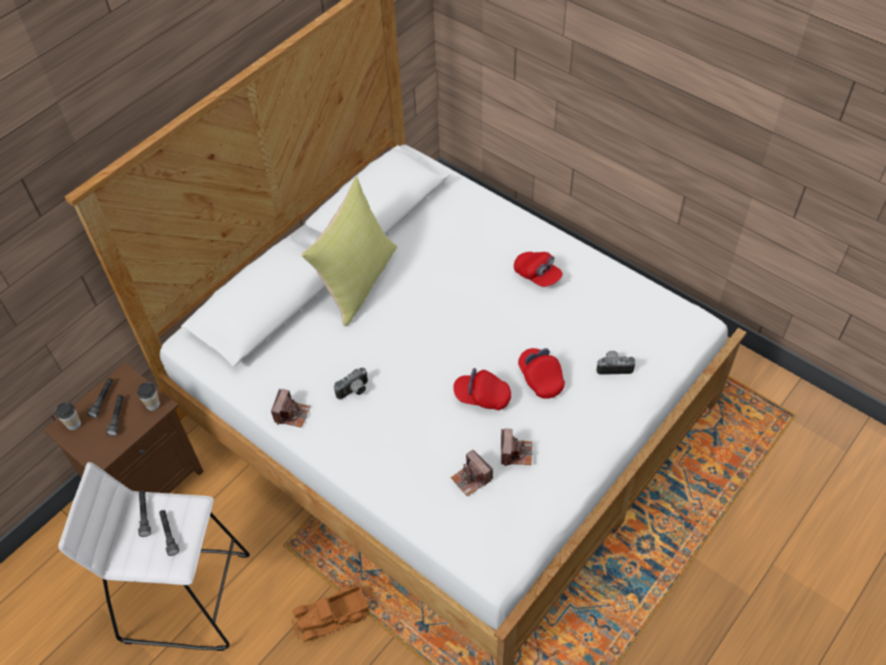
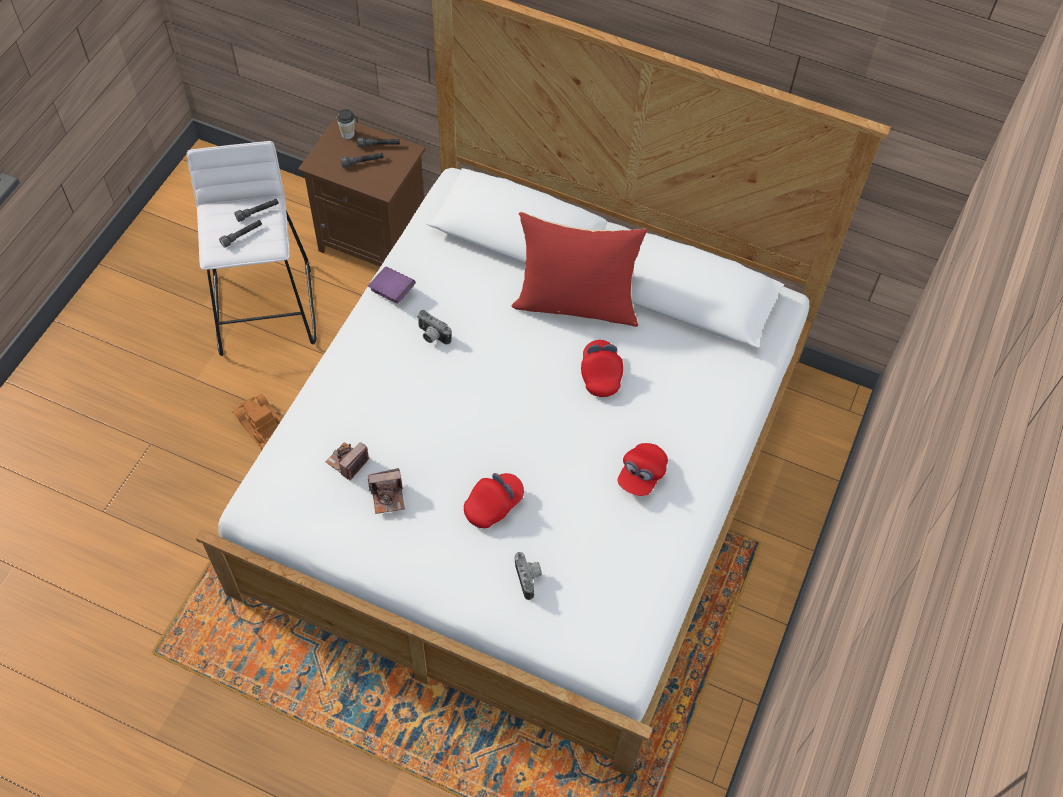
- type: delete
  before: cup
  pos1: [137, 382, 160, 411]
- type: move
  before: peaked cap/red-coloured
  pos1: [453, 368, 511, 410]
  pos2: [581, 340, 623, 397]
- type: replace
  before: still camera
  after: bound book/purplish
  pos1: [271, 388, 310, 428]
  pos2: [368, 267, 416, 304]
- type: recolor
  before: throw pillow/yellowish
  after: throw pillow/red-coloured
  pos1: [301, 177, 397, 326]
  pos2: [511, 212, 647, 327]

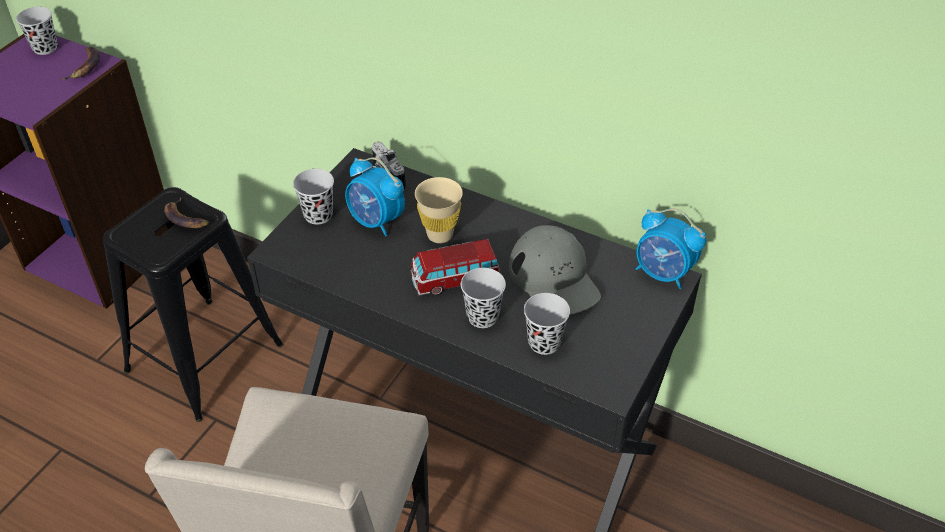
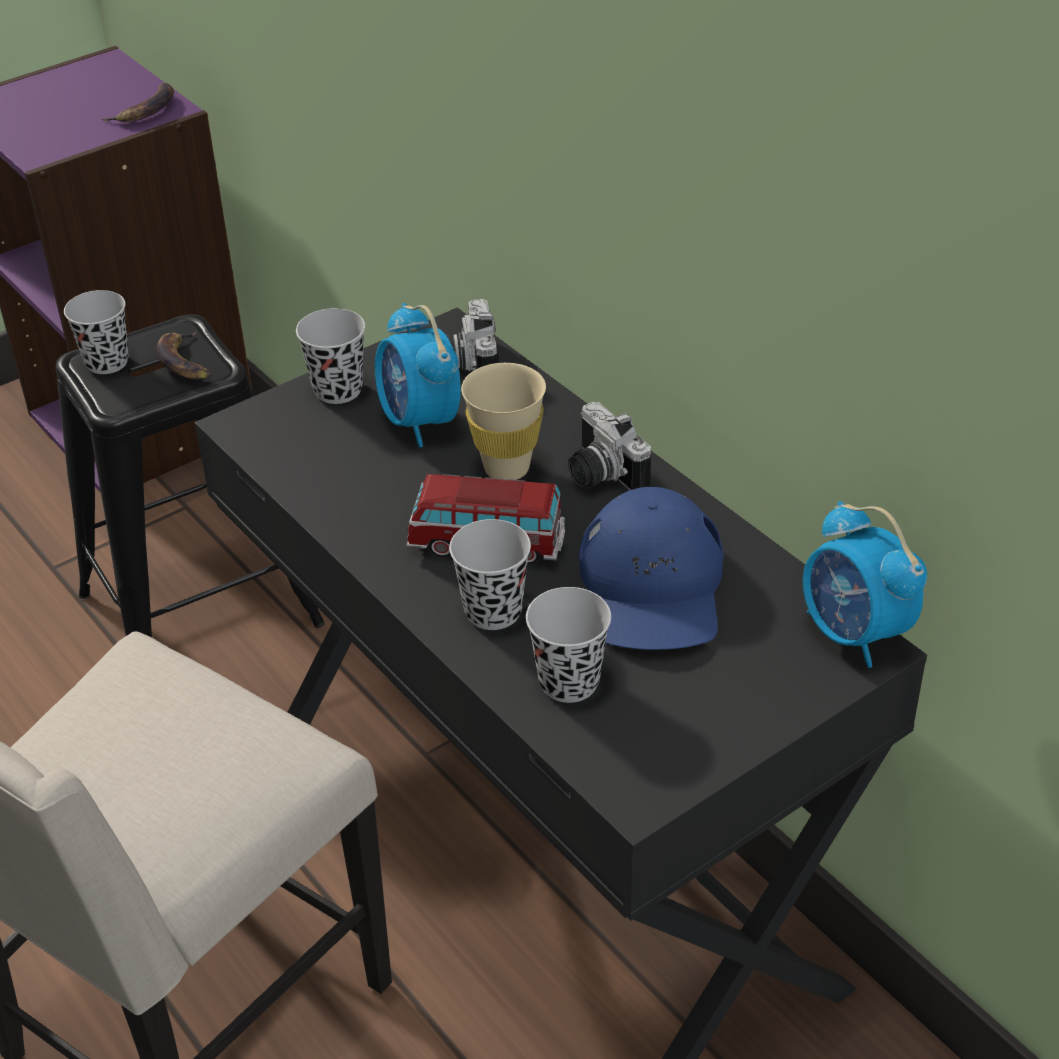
- type: insert
  after: still camera
  pos2: [568, 402, 651, 490]
- type: move
  before: cup/black-coloured
  pos1: [16, 7, 57, 55]
  pos2: [64, 290, 128, 374]
- type: recolor
  before: peaked cap/gray
  after: peaked cap/blue
  pos1: [509, 225, 601, 315]
  pos2: [579, 487, 724, 650]

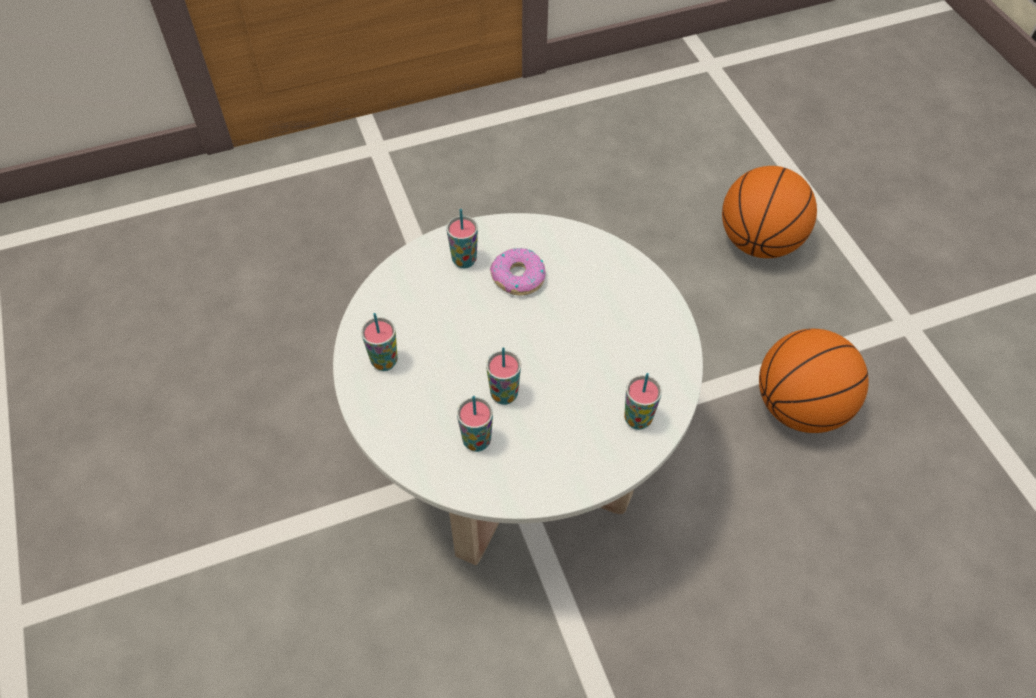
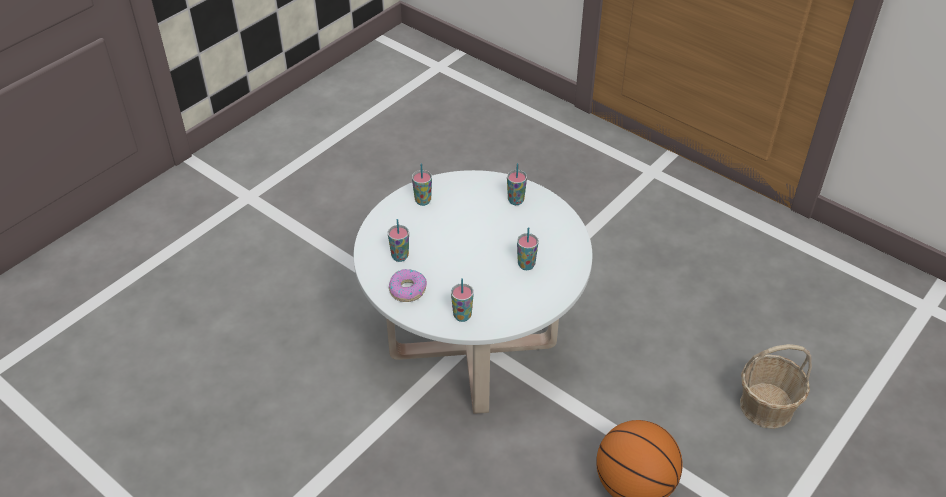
- type: move
  before: cup
  pos1: [486, 347, 521, 405]
  pos2: [517, 227, 539, 270]
- type: move
  before: doughnut
  pos1: [490, 248, 546, 296]
  pos2: [389, 269, 427, 302]
- type: replace
  before: basketball ball
  after: household basket
  pos1: [722, 166, 817, 258]
  pos2: [740, 344, 812, 429]

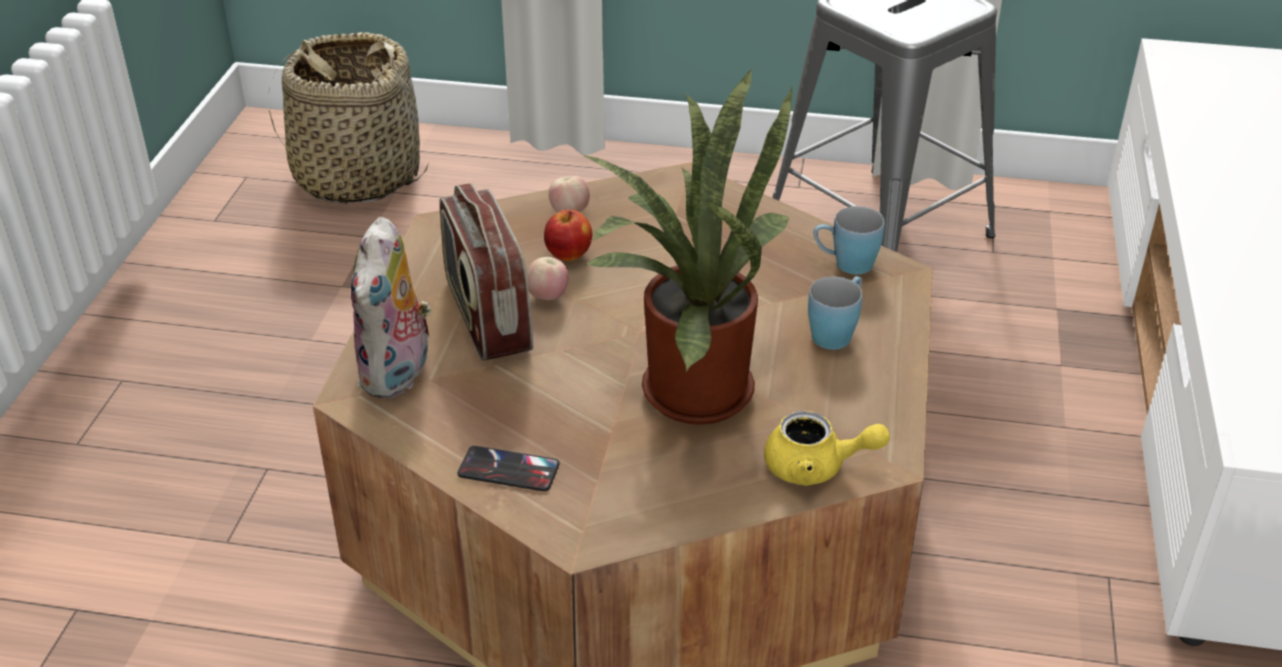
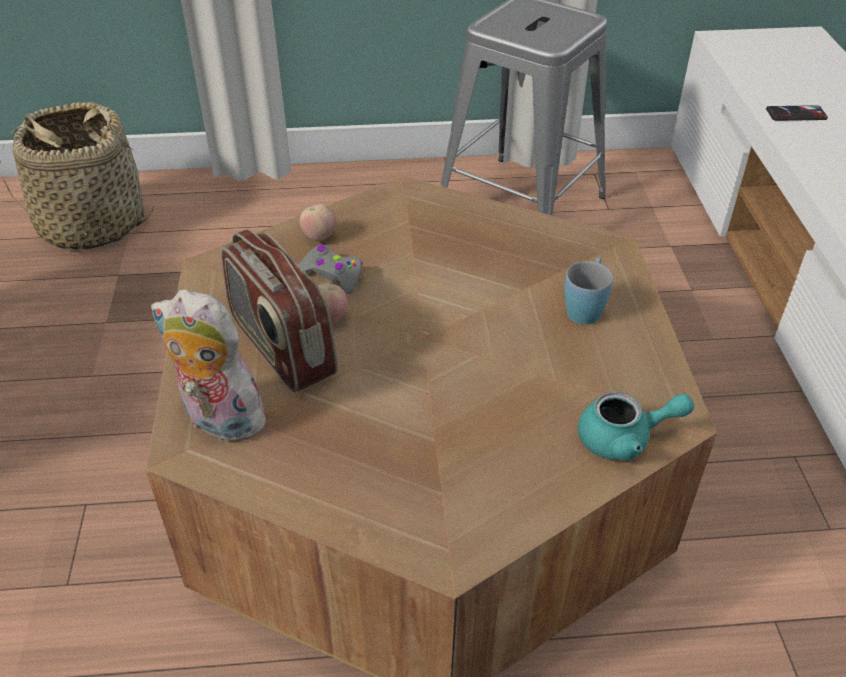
- type: delete
  before: houseplant
  pos1: [582, 67, 792, 425]
- type: delete
  before: tea mug/blue
  pos1: [813, 206, 885, 275]
- type: move
  before: handset
  pos1: [458, 446, 560, 491]
  pos2: [766, 105, 828, 121]
- type: replace
  before: whole apple
  after: game controller/gray
  pos1: [544, 210, 592, 261]
  pos2: [299, 245, 363, 294]
- type: recolor
  before: teapot/yellowish
  after: teapot/turquoise
  pos1: [764, 411, 890, 486]
  pos2: [578, 391, 694, 461]
- type: rotate
  before: plush toy
  pos1: [351, 217, 432, 399]
  pos2: [151, 289, 272, 445]
  turn: 120

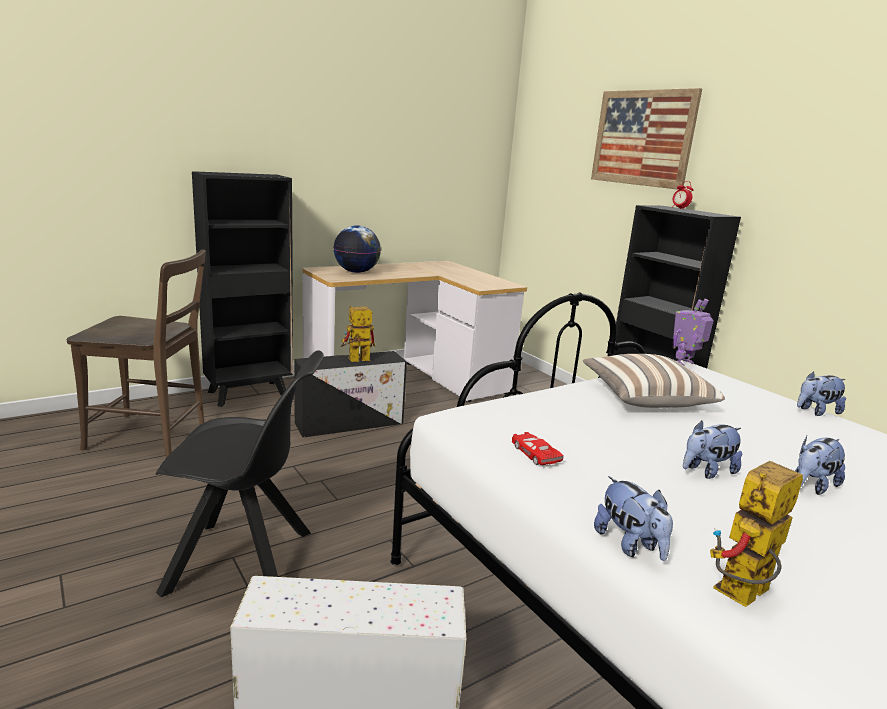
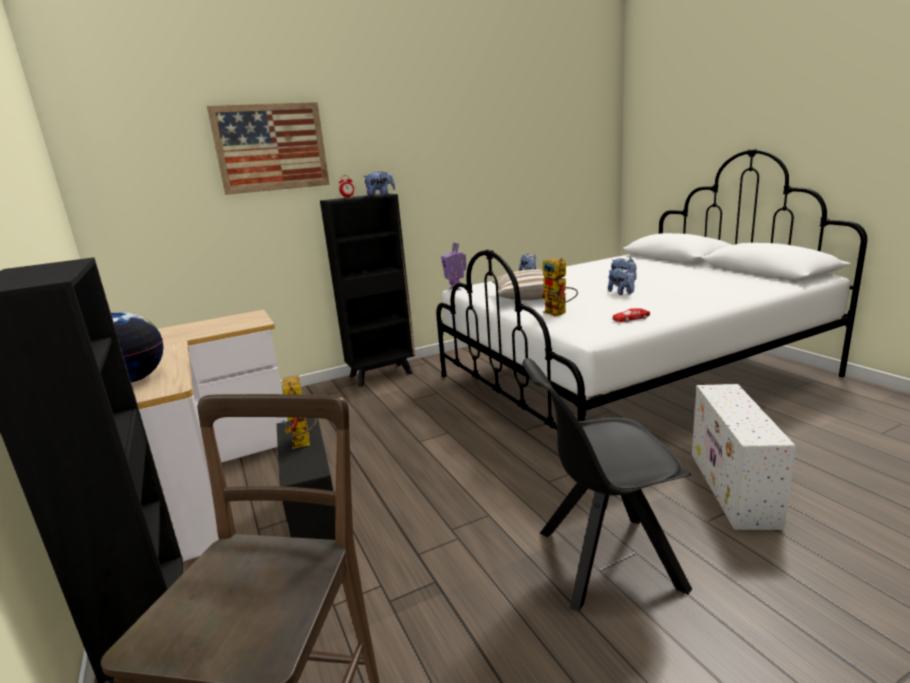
- type: move
  before: plush toy
  pos1: [594, 476, 673, 561]
  pos2: [363, 171, 395, 195]
- type: move
  before: model robot
  pos1: [710, 461, 803, 607]
  pos2: [541, 258, 578, 317]
- type: rotate
  before: upright chair/black-coloured
  pos1: [155, 351, 324, 597]
  pos2: [522, 358, 692, 612]
  turn: -105

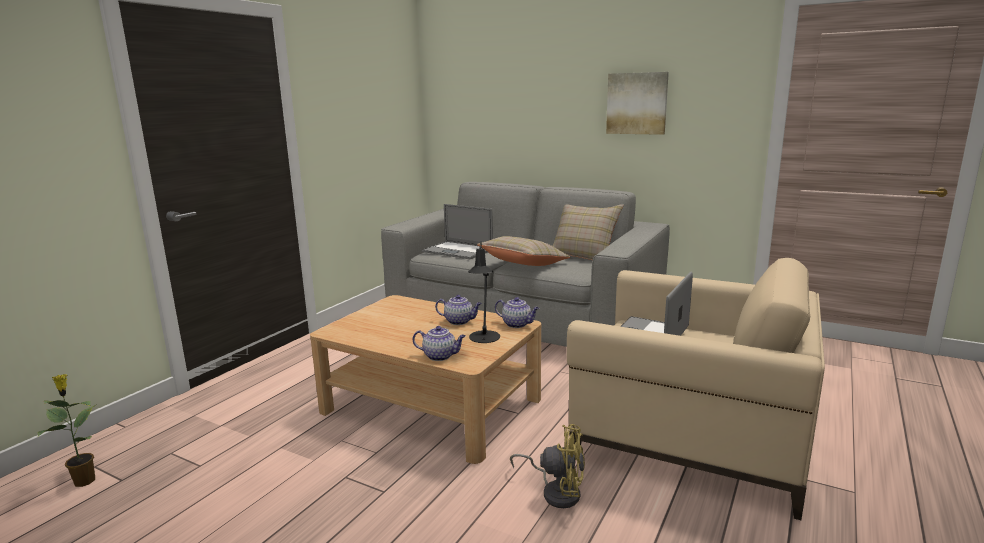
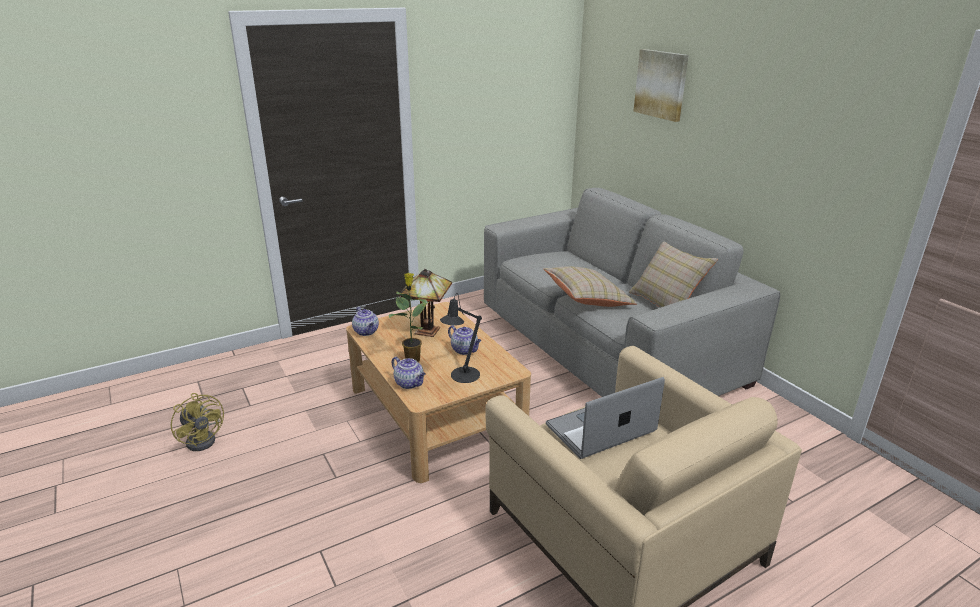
- type: delete
  before: portable computer
  pos1: [422, 204, 493, 259]
- type: insert
  after: tabletop lamp
  pos2: [399, 269, 452, 337]
- type: move
  before: houseplant
  pos1: [38, 374, 96, 487]
  pos2: [389, 273, 429, 362]
- type: move
  before: teapot
  pos1: [495, 297, 539, 328]
  pos2: [352, 307, 379, 336]
- type: move
  before: fan/yellowish
  pos1: [510, 424, 585, 508]
  pos2: [171, 393, 224, 451]
- type: move
  before: wall art
  pos1: [606, 72, 669, 135]
  pos2: [633, 49, 689, 122]

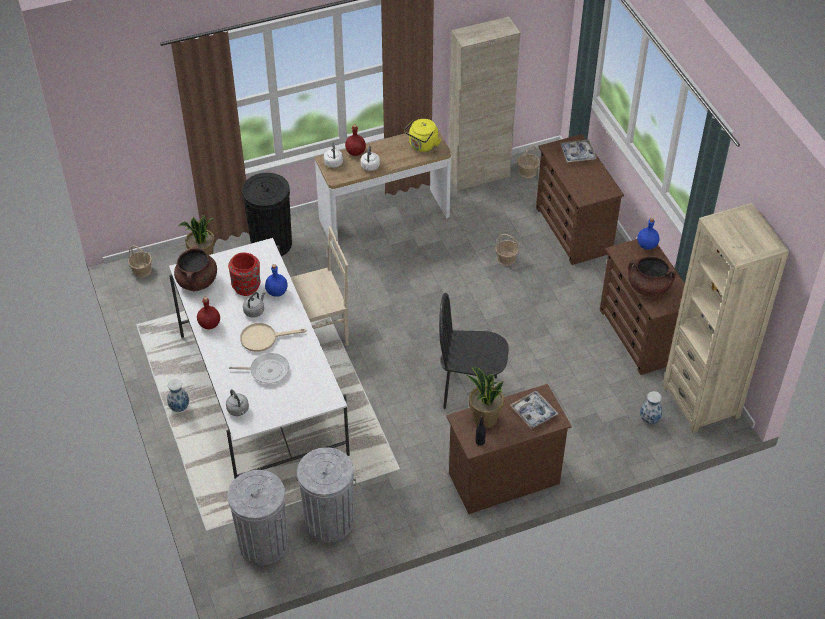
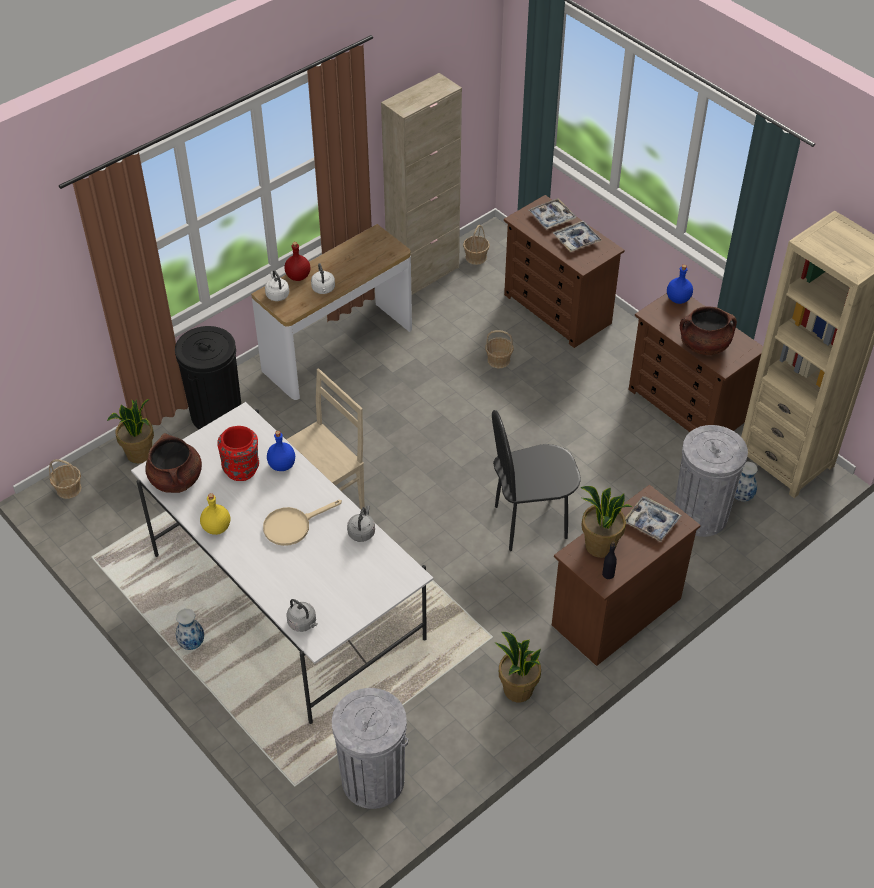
- type: delete
  before: pan
  pos1: [229, 353, 289, 383]
- type: delete
  before: tea kettle/yellowish
  pos1: [404, 119, 441, 152]
- type: insert
  after: houseplant
  pos2: [495, 632, 541, 702]
- type: insert
  after: tray
  pos2: [553, 221, 602, 252]
- type: move
  before: tea kettle/gray
  pos1: [243, 292, 265, 318]
  pos2: [347, 506, 375, 542]
- type: move
  before: trash can/gray
  pos1: [296, 447, 356, 543]
  pos2: [674, 425, 748, 537]
- type: recolor
  before: beverage bottle/red-coloured
  after: beverage bottle/yellowish
  pos1: [197, 297, 220, 329]
  pos2: [200, 493, 230, 535]

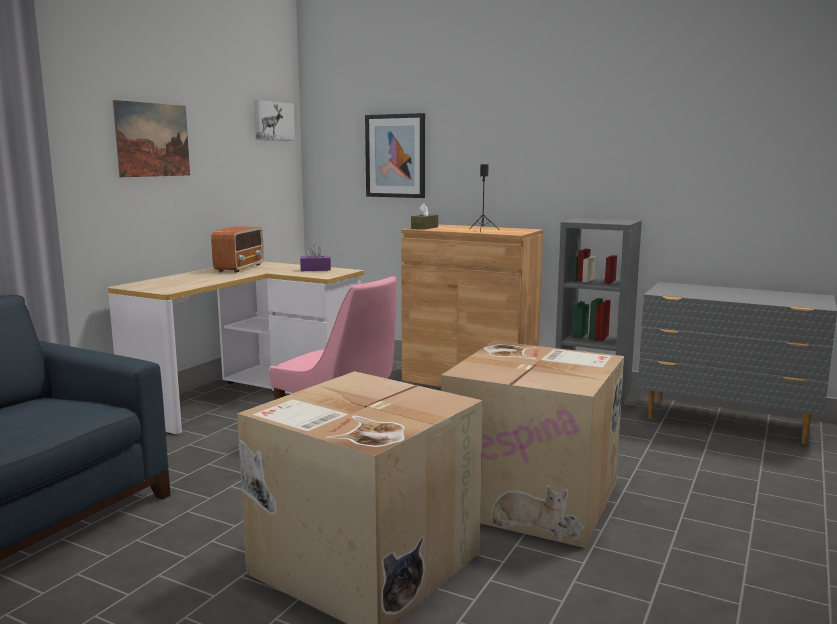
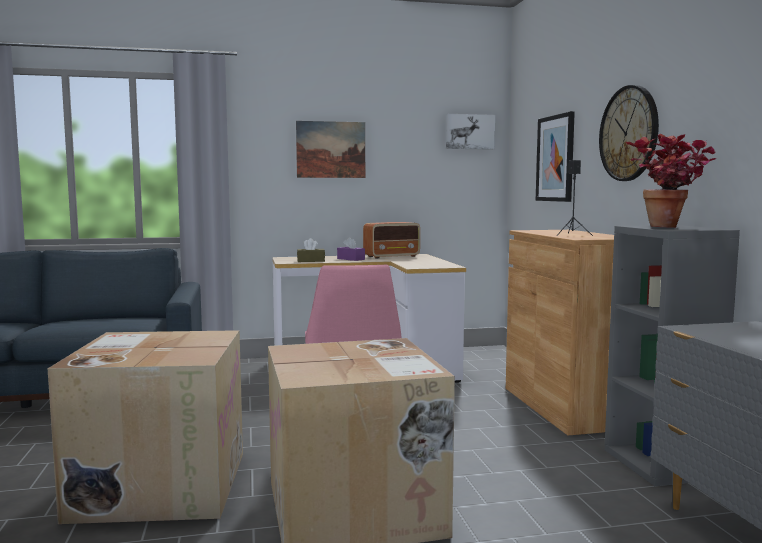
- type: insert
  after: clock on the wall
  pos2: [599, 85, 659, 181]
- type: insert
  after: houseplant
  pos2: [626, 134, 716, 228]
- type: move
  before: box of tissues/purplish
  pos1: [300, 245, 331, 271]
  pos2: [337, 237, 365, 261]
- type: move
  before: box of tissues/brown-coloured
  pos1: [411, 203, 438, 230]
  pos2: [297, 238, 325, 262]

